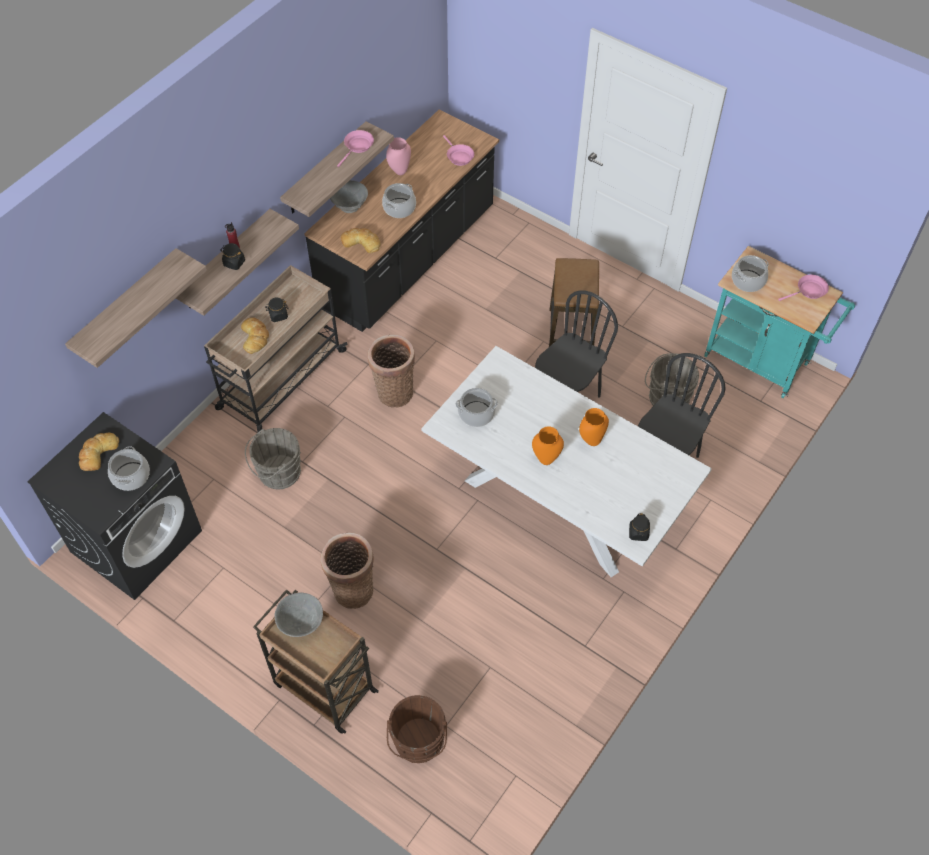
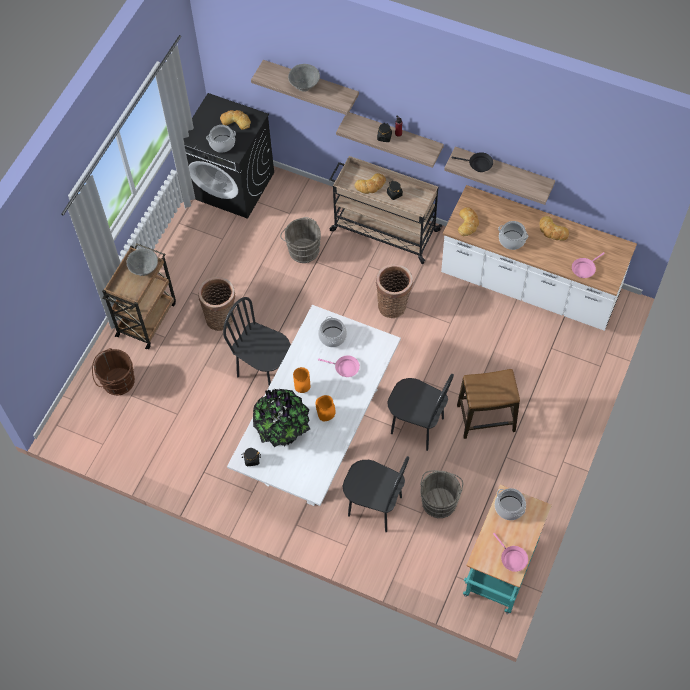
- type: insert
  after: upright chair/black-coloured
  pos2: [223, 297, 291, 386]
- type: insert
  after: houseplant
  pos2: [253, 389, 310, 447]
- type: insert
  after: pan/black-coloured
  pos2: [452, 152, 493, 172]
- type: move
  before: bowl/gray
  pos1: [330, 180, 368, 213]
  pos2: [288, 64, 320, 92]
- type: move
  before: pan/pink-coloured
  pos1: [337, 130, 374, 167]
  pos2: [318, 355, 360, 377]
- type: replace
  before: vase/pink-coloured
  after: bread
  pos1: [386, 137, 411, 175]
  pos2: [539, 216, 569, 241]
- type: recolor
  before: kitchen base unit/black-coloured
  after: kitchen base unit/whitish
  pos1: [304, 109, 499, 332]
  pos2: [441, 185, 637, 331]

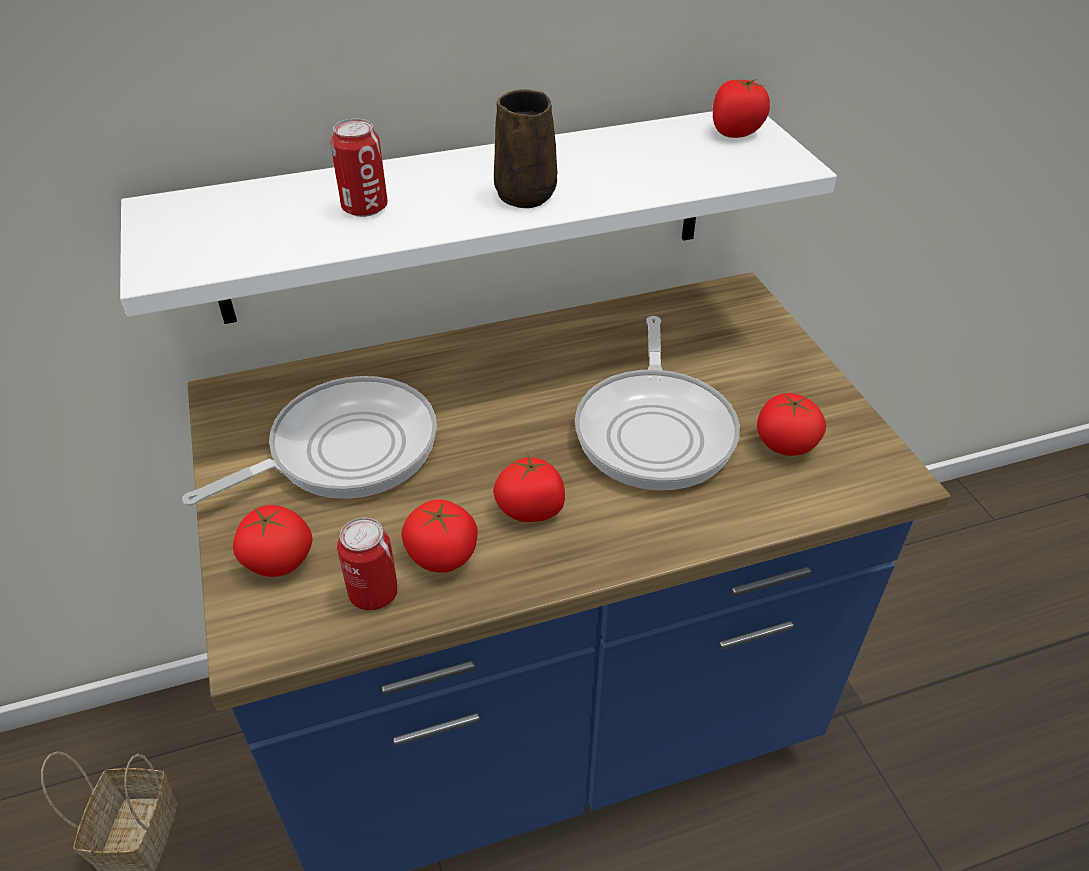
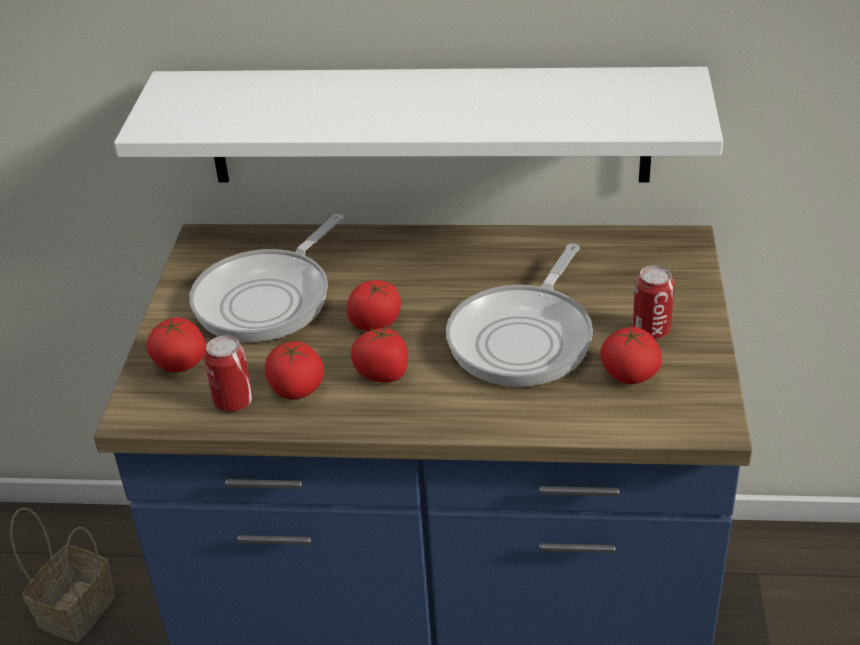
- type: delete
  before: tea mug/brown-coloured
  pos1: [494, 89, 557, 208]
- type: move
  before: metal can
  pos1: [330, 119, 388, 217]
  pos2: [632, 265, 675, 339]
- type: move
  before: tomato
  pos1: [713, 79, 770, 138]
  pos2: [347, 280, 401, 331]
- type: rotate
  before: pan
  pos1: [182, 376, 437, 506]
  pos2: [189, 214, 344, 342]
  turn: 135

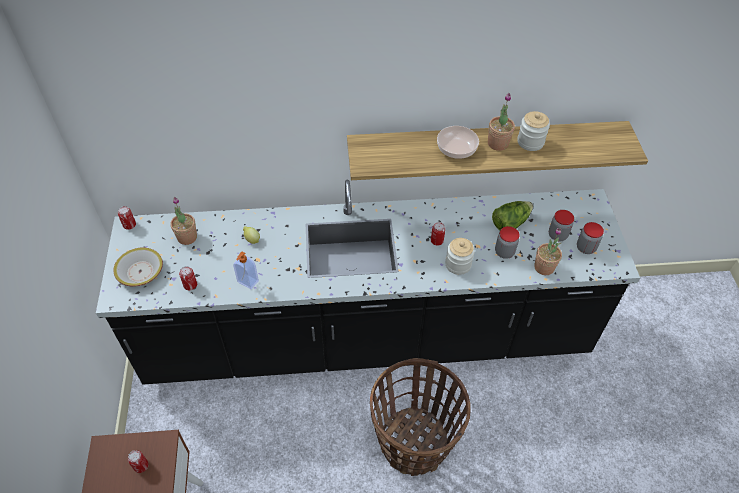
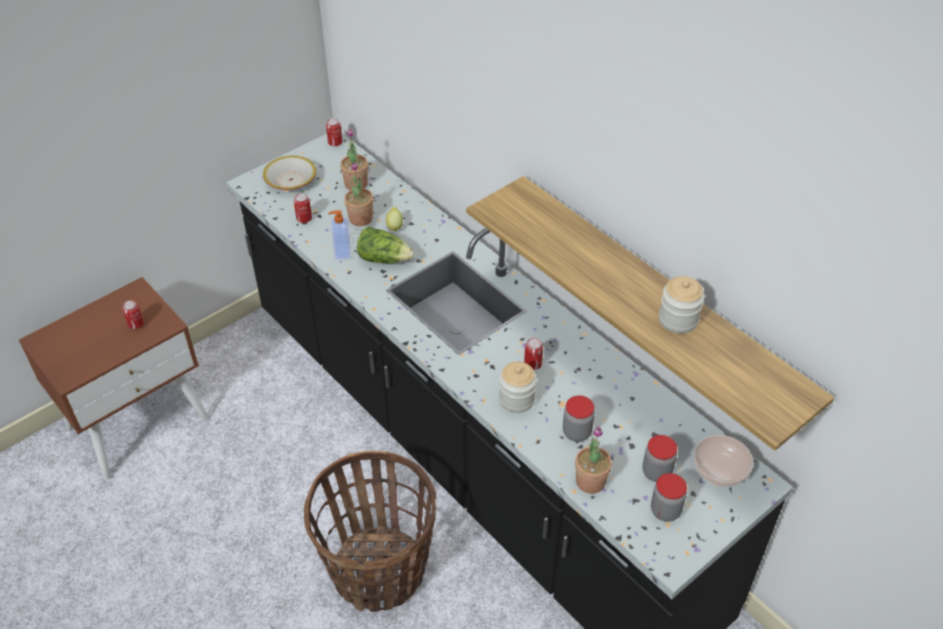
- type: move
  before: bowl
  pos1: [437, 126, 479, 159]
  pos2: [694, 435, 753, 487]
- type: move
  before: houseplant
  pos1: [488, 93, 515, 151]
  pos2: [344, 162, 373, 226]
- type: move
  before: lettuce head
  pos1: [492, 201, 533, 230]
  pos2: [357, 227, 414, 263]

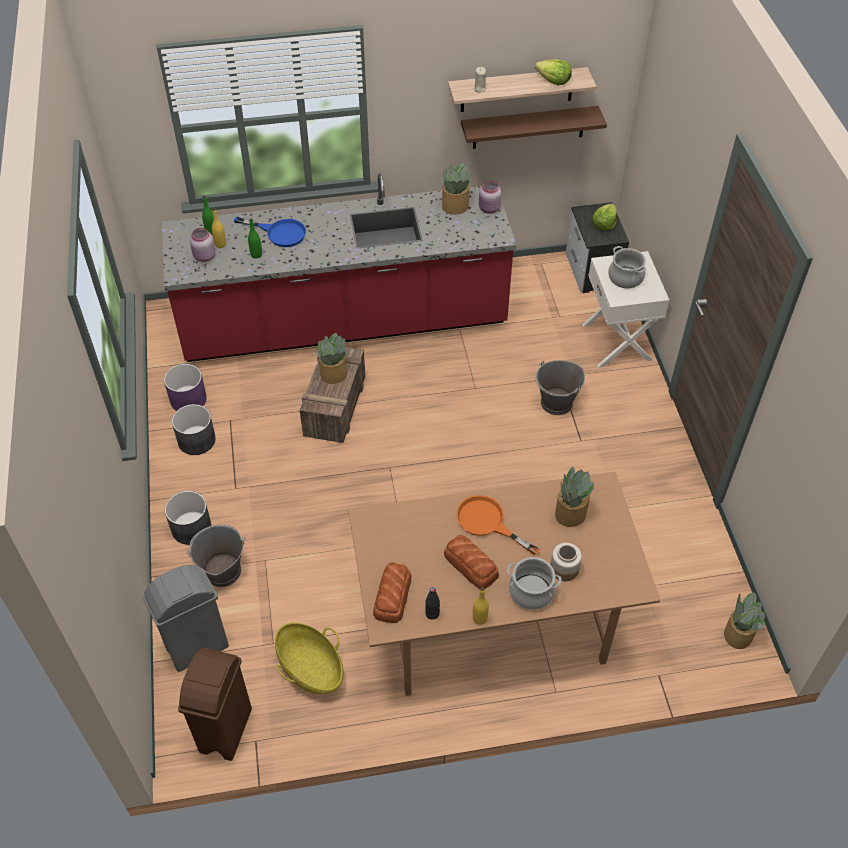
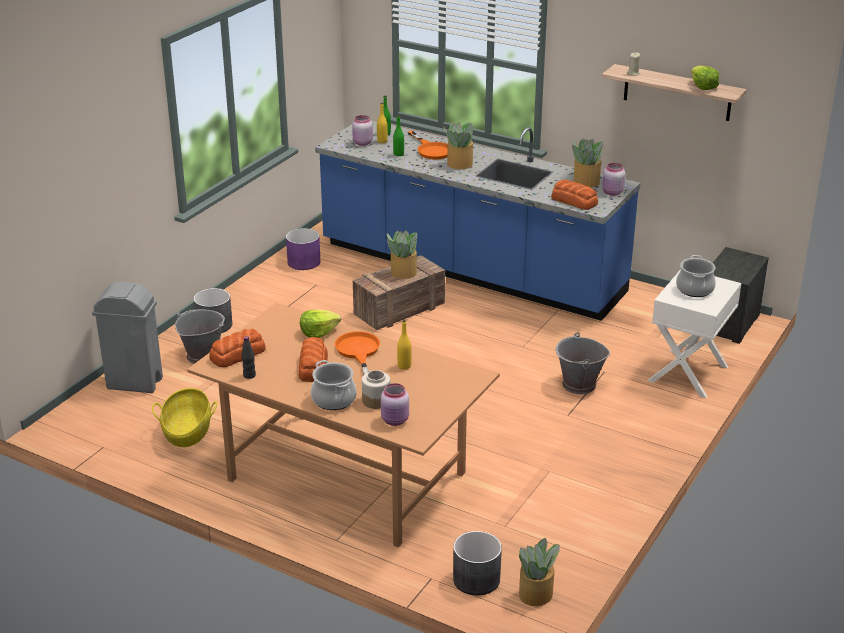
- type: delete
  before: trash can/brown-coloured
  pos1: [178, 648, 252, 761]
- type: delete
  before: wall shelf/brown-coloured
  pos1: [461, 106, 607, 149]
- type: insert
  after: storage jar/pink-coloured
  pos2: [381, 383, 409, 426]
- type: insert
  after: bread
  pos2: [551, 180, 598, 210]
- type: move
  before: plant pot/gray
  pos1: [172, 404, 216, 455]
  pos2: [453, 531, 502, 595]
- type: move
  before: beverage bottle/yellowish
  pos1: [473, 587, 489, 625]
  pos2: [397, 320, 411, 370]
- type: move
  before: houseplant
  pos1: [555, 467, 595, 527]
  pos2: [444, 122, 474, 169]
- type: move
  before: lettuce head
  pos1: [592, 204, 617, 231]
  pos2: [300, 309, 341, 338]
- type: recolor
  before: kitchen base unit/red-coloured
  after: kitchen base unit/blue
  pos1: [162, 174, 516, 362]
  pos2: [315, 121, 641, 321]
- type: recolor
  before: pan/blue
  after: pan/orange
  pos1: [233, 216, 306, 247]
  pos2: [408, 131, 447, 160]

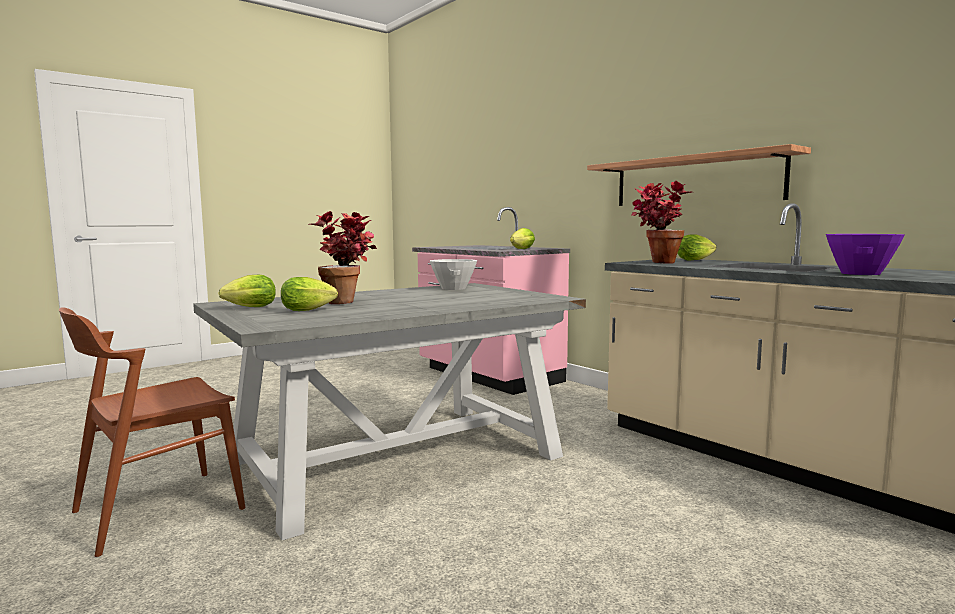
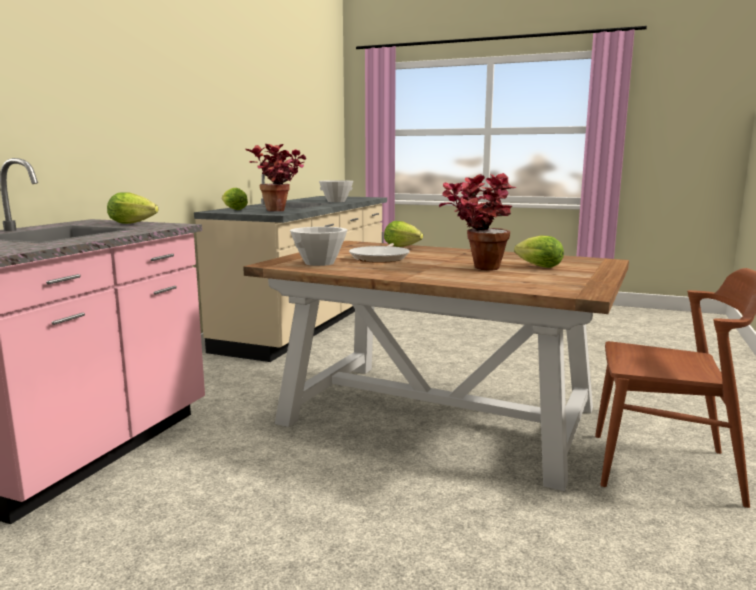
- type: delete
  before: wall shelf
  pos1: [587, 144, 811, 206]
- type: insert
  after: pan
  pos2: [349, 243, 410, 263]
- type: move
  before: lettuce head
  pos1: [218, 275, 276, 307]
  pos2: [384, 221, 423, 247]
- type: recolor
  before: dining table/gray
  after: dining table/brown-coloured
  pos1: [193, 283, 586, 540]
  pos2: [243, 241, 629, 491]
- type: recolor
  before: bowl/purplish
  after: bowl/whitish
  pos1: [826, 234, 905, 275]
  pos2: [319, 180, 353, 202]

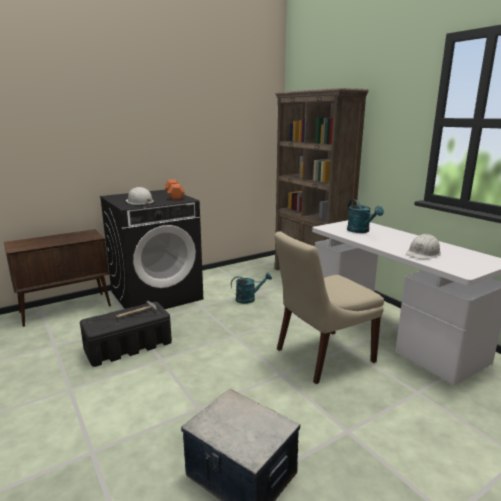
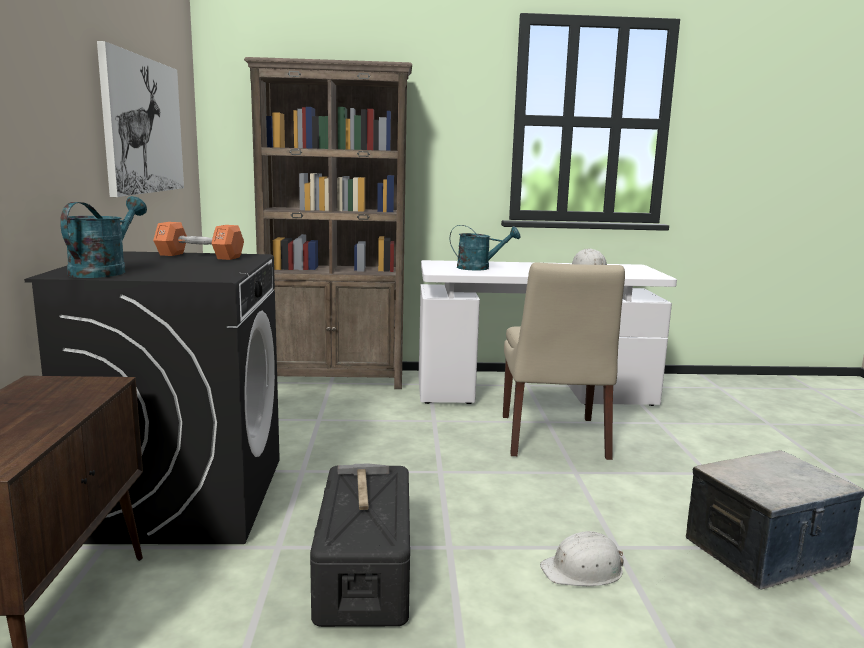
- type: insert
  after: wall art
  pos2: [97, 41, 184, 197]
- type: move
  before: work helmet/whitish
  pos1: [125, 187, 154, 205]
  pos2: [540, 531, 624, 586]
- type: move
  before: sprinkling can/turquoise
  pos1: [231, 272, 272, 304]
  pos2: [60, 196, 147, 278]

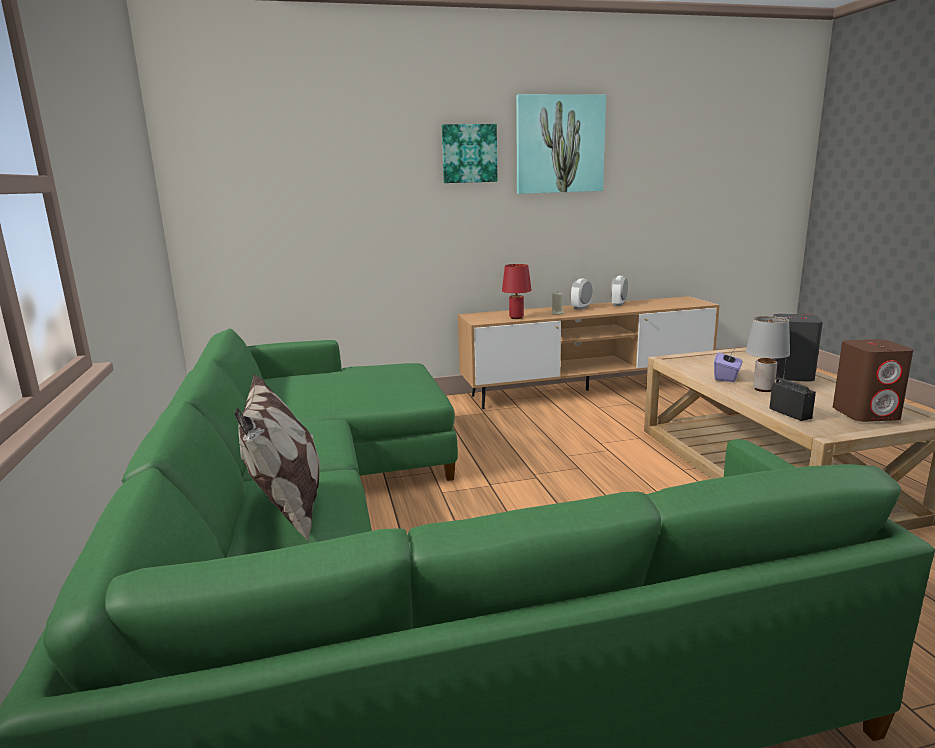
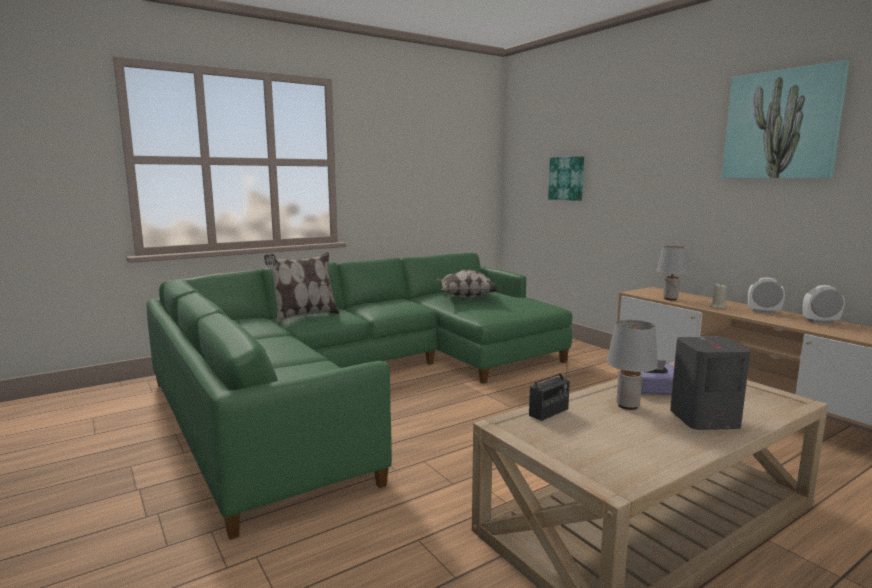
- type: delete
  before: loudspeaker/brown-coloured
  pos1: [833, 339, 913, 422]
- type: insert
  after: throw pillow
  pos2: [435, 270, 499, 298]
- type: move
  before: wall art
  pos1: [442, 124, 497, 183]
  pos2: [548, 156, 584, 201]
- type: recolor
  before: tabletop lamp/red-coloured
  after: tabletop lamp/gray
  pos1: [502, 264, 532, 319]
  pos2: [657, 246, 689, 300]

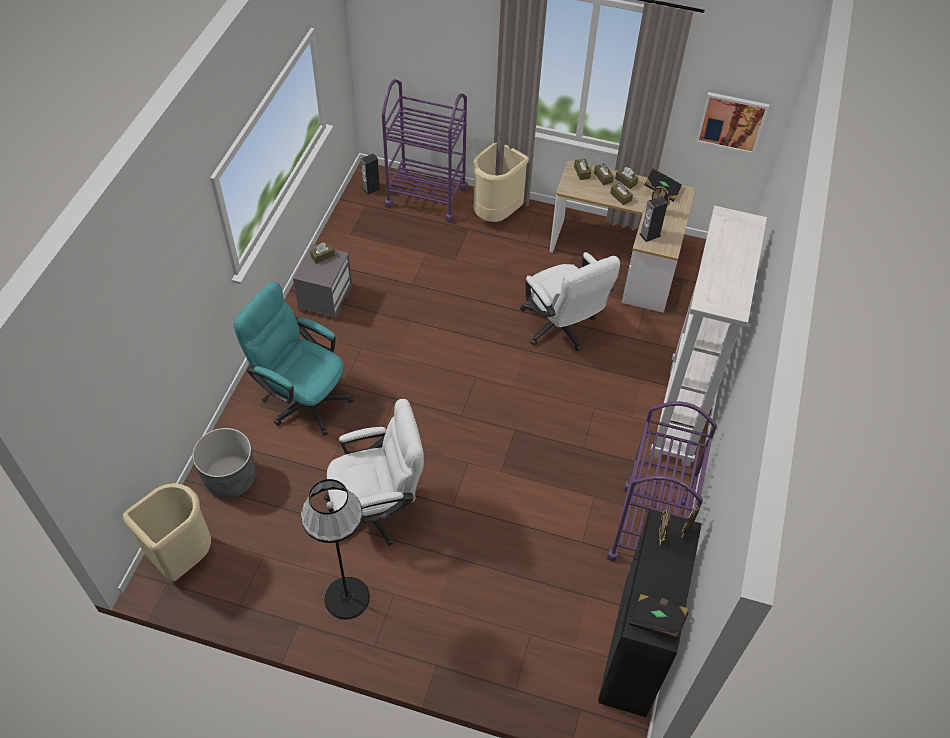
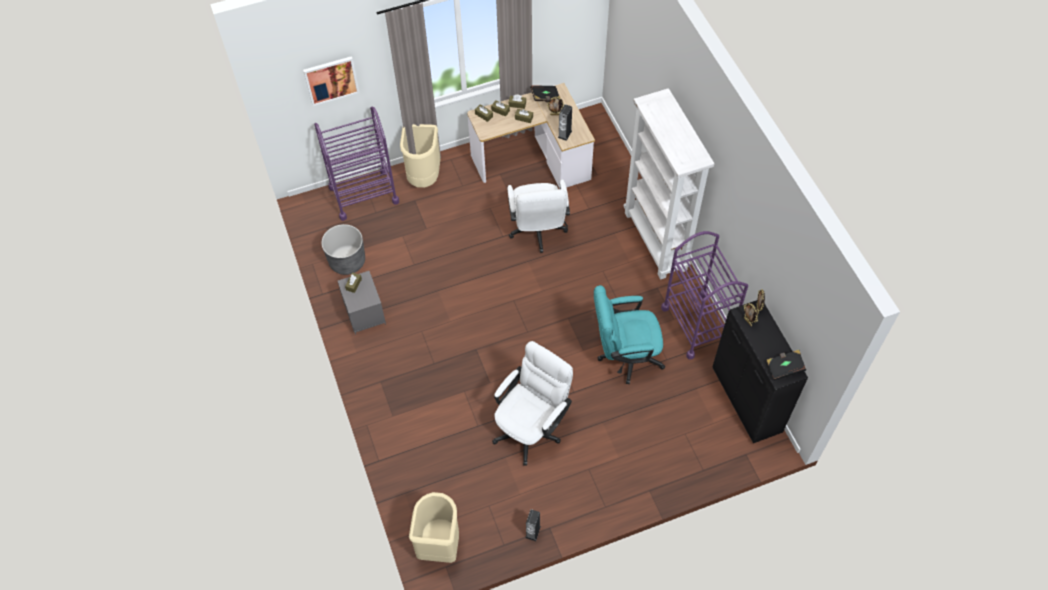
- type: delete
  before: floor lamp/black-coloured
  pos1: [301, 479, 370, 619]
- type: move
  before: plant pot/gray
  pos1: [192, 428, 256, 498]
  pos2: [321, 224, 365, 275]
- type: move
  before: office chair/turquoise
  pos1: [233, 282, 353, 435]
  pos2: [594, 285, 665, 384]
- type: move
  before: loudspeaker
  pos1: [361, 153, 381, 195]
  pos2: [525, 509, 541, 541]
- type: move
  before: wall art
  pos1: [696, 92, 770, 155]
  pos2: [303, 56, 359, 106]
- type: rotate
  before: office chair/whitish
  pos1: [520, 252, 620, 351]
  pos2: [507, 180, 570, 253]
  turn: 60

